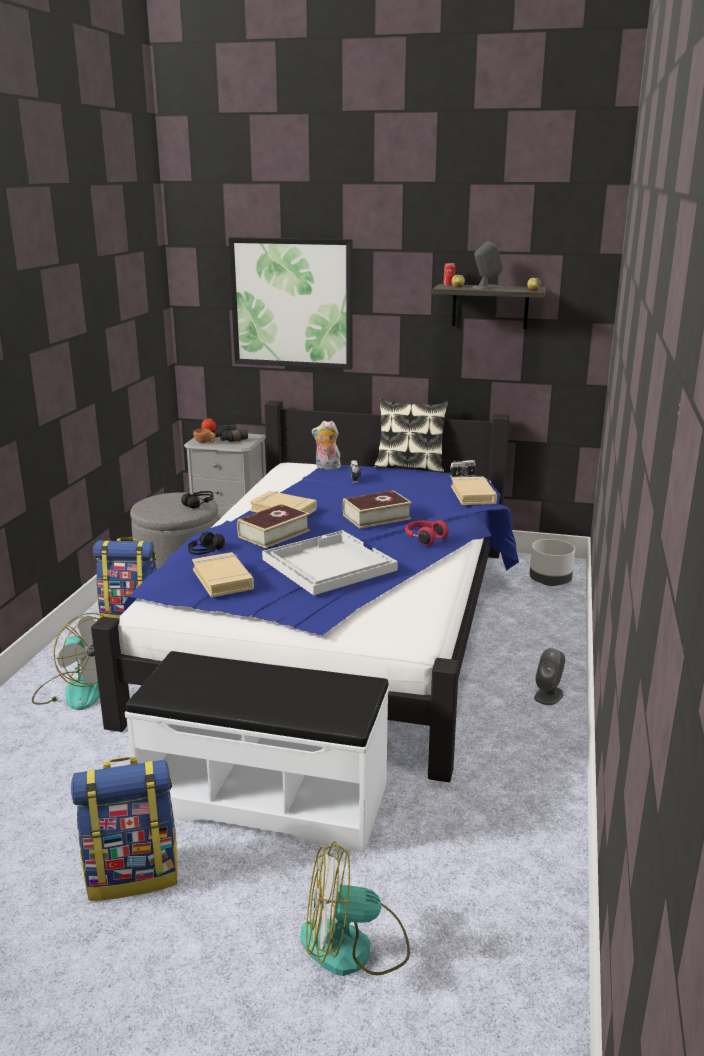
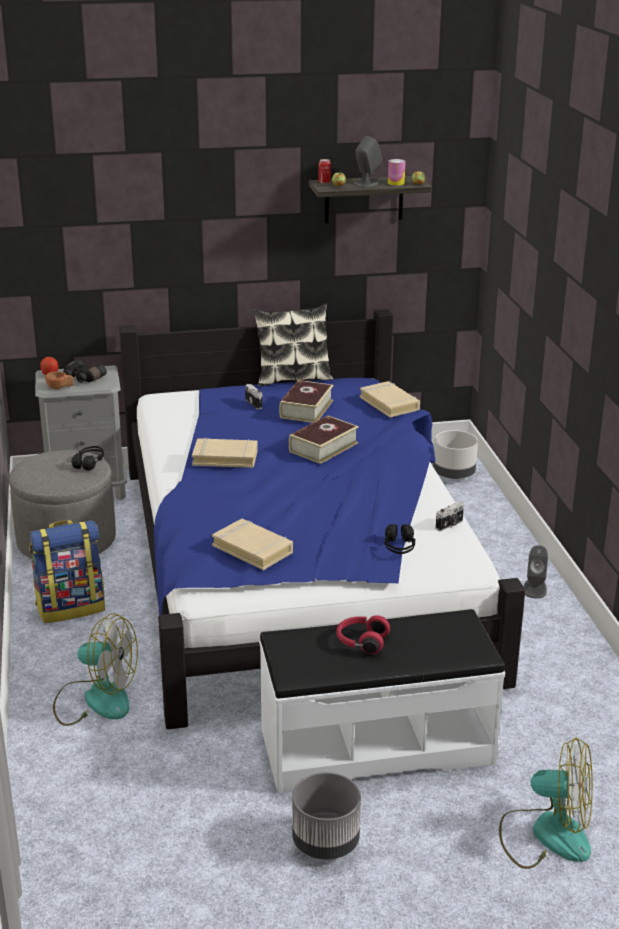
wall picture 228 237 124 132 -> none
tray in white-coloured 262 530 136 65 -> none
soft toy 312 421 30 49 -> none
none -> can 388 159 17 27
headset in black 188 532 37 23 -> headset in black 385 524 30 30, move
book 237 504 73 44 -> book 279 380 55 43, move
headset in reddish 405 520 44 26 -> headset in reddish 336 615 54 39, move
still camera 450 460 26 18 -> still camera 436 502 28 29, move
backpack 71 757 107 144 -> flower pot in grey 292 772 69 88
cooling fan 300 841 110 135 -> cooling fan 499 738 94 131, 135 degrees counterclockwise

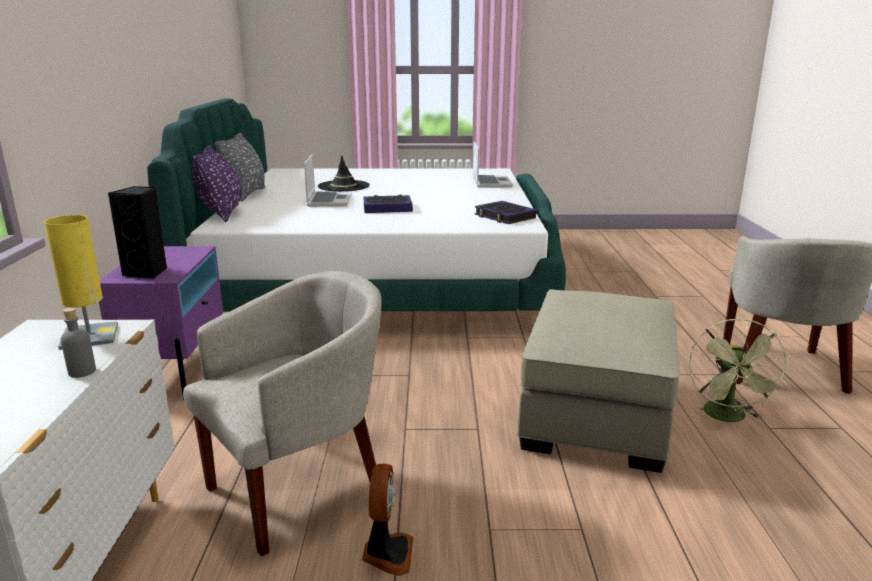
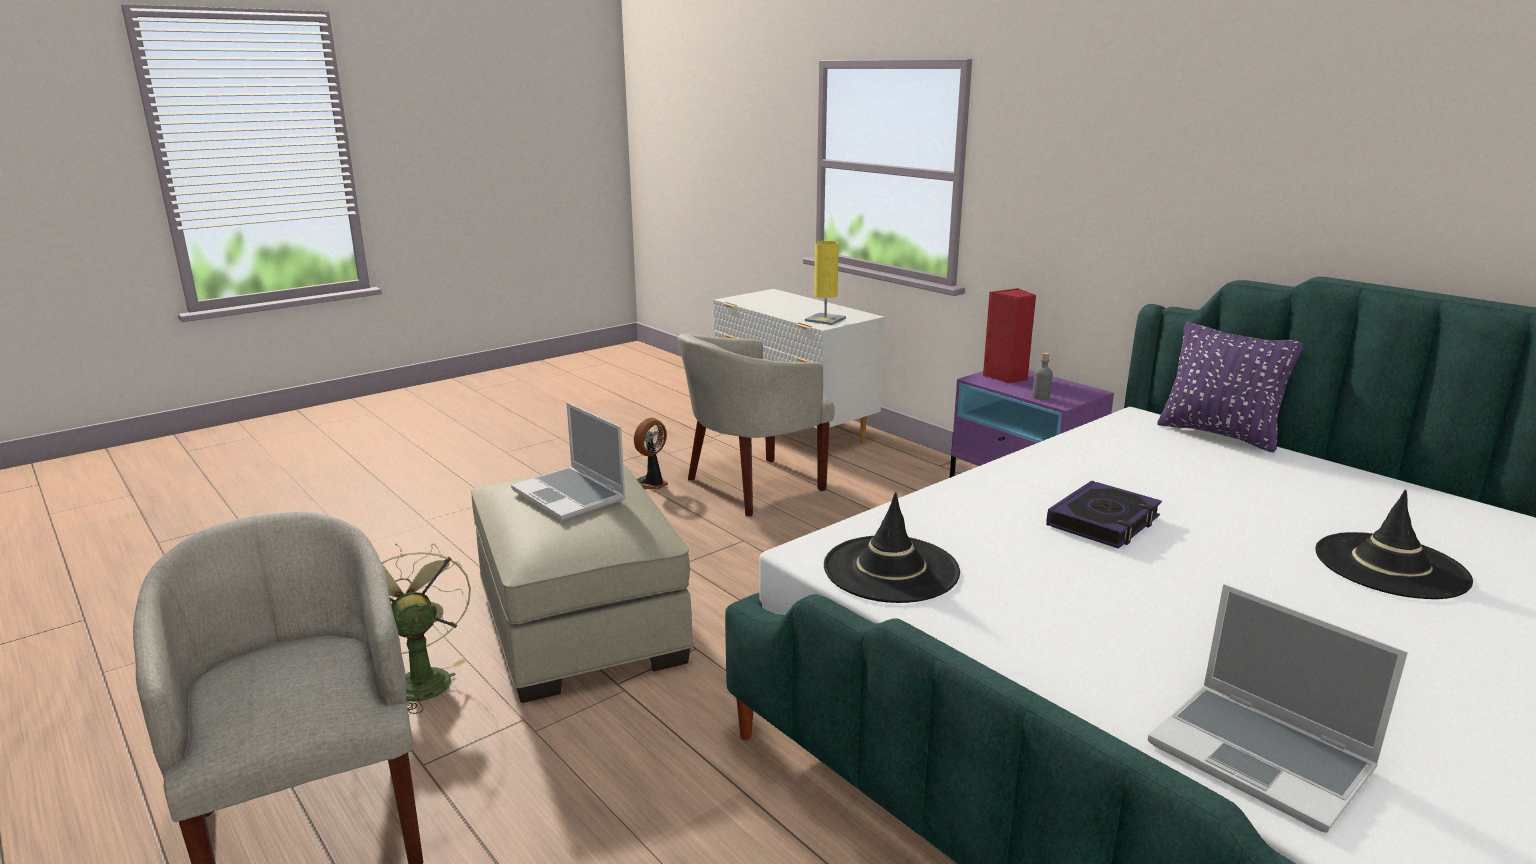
cushion in grey 215 133 50 69 -> none
drink bottle in grey 61 308 35 70 -> drink bottle in grey 1032 352 21 48, move
notebook computer 304 154 48 53 -> notebook computer 511 403 115 118, move
book 475 201 61 23 -> clothing hat in black 824 492 136 111
speaker in black 108 186 59 93 -> speaker in reddish 983 288 53 96
armchair in beige 183 271 199 285 -> armchair in beige 678 333 157 183, 45 degrees clockwise
cooling fan 362 464 51 112 -> cooling fan 634 418 34 71, 75 degrees clockwise

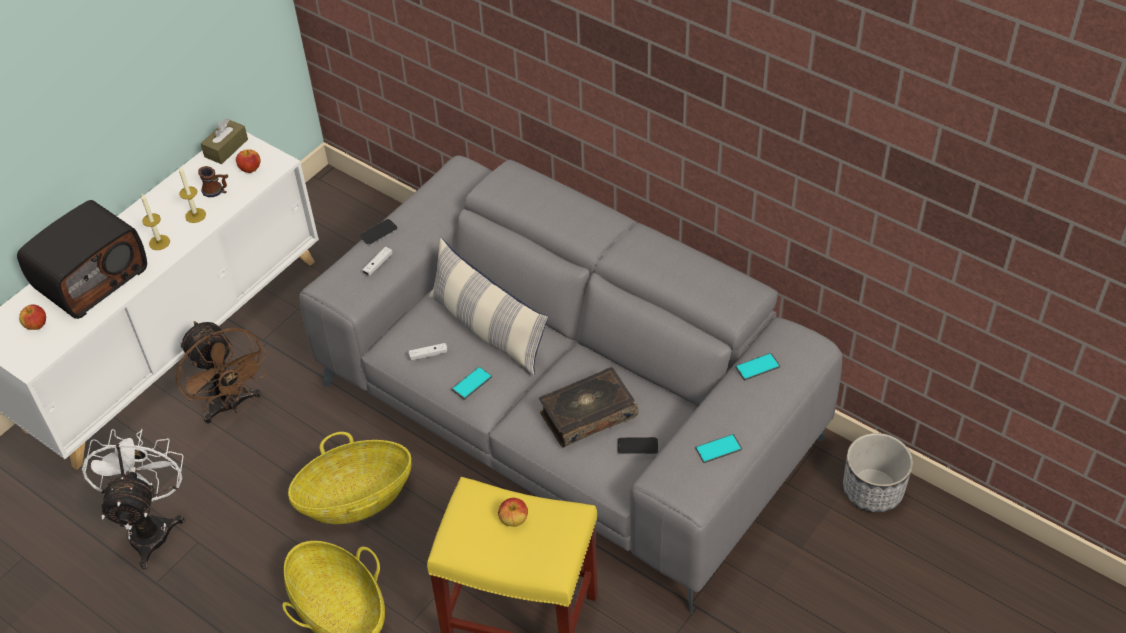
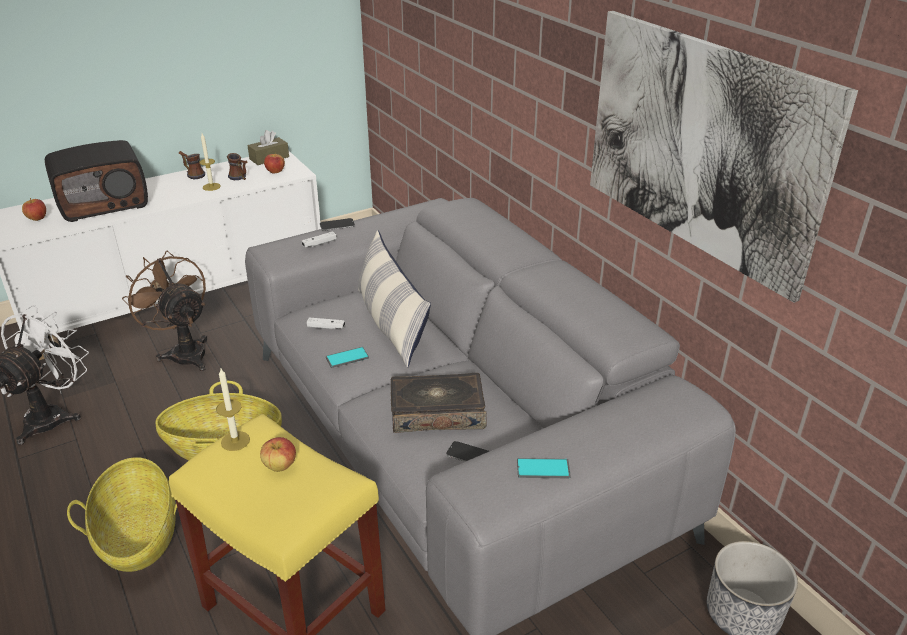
handset 736 353 44 27 -> none
none -> tea mug 179 151 26 28
none -> wall picture 590 11 268 292
wax light 141 194 29 56 -> wax light 216 369 34 82, move
cooling fan in brownish 176 321 92 103 -> cooling fan in brownish 122 251 86 120, 150 degrees clockwise

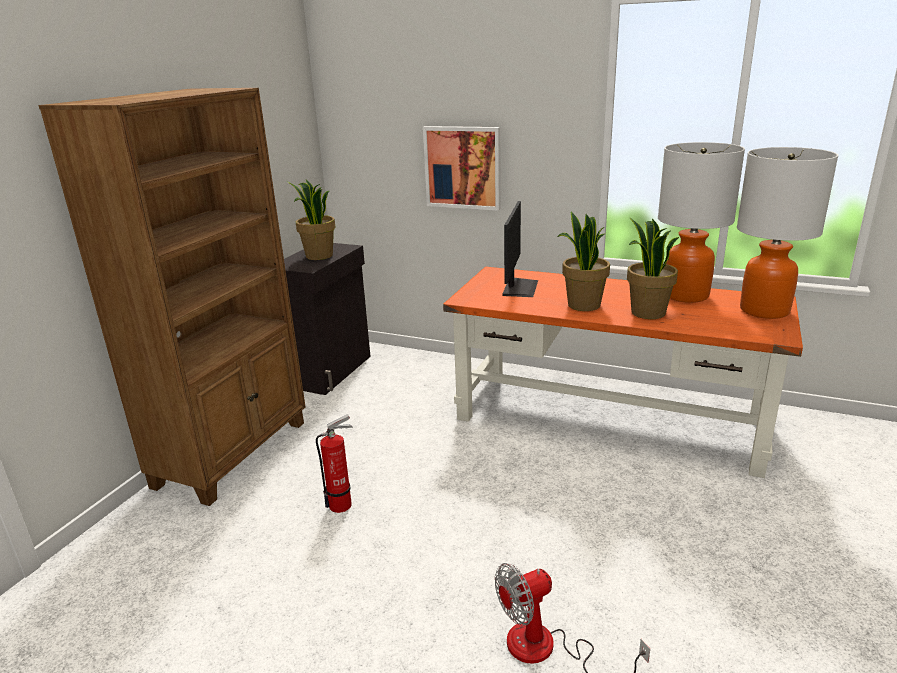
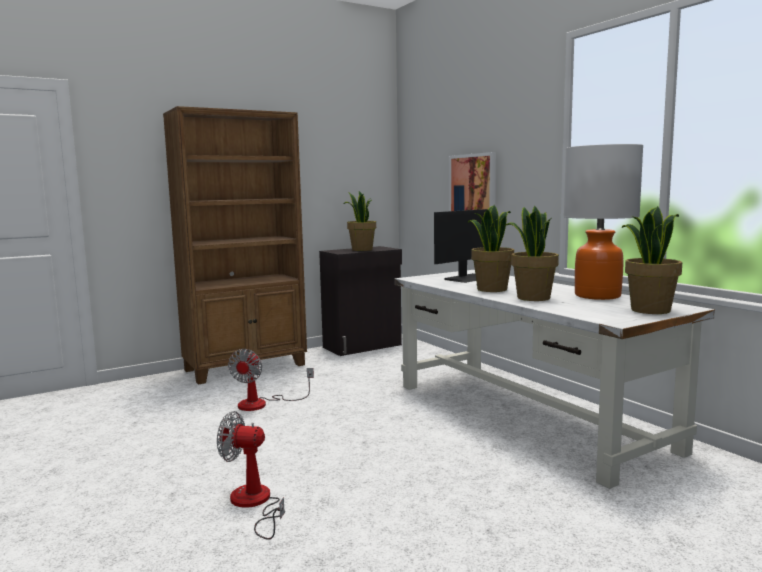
fire extinguisher 316 414 37 99 -> cooling fan 228 349 86 62
lamp for a table 737 147 101 172 -> potted plant 621 206 61 108
desk unit in orange-coloured 443 267 360 211 -> desk unit in white-coloured 395 270 320 219

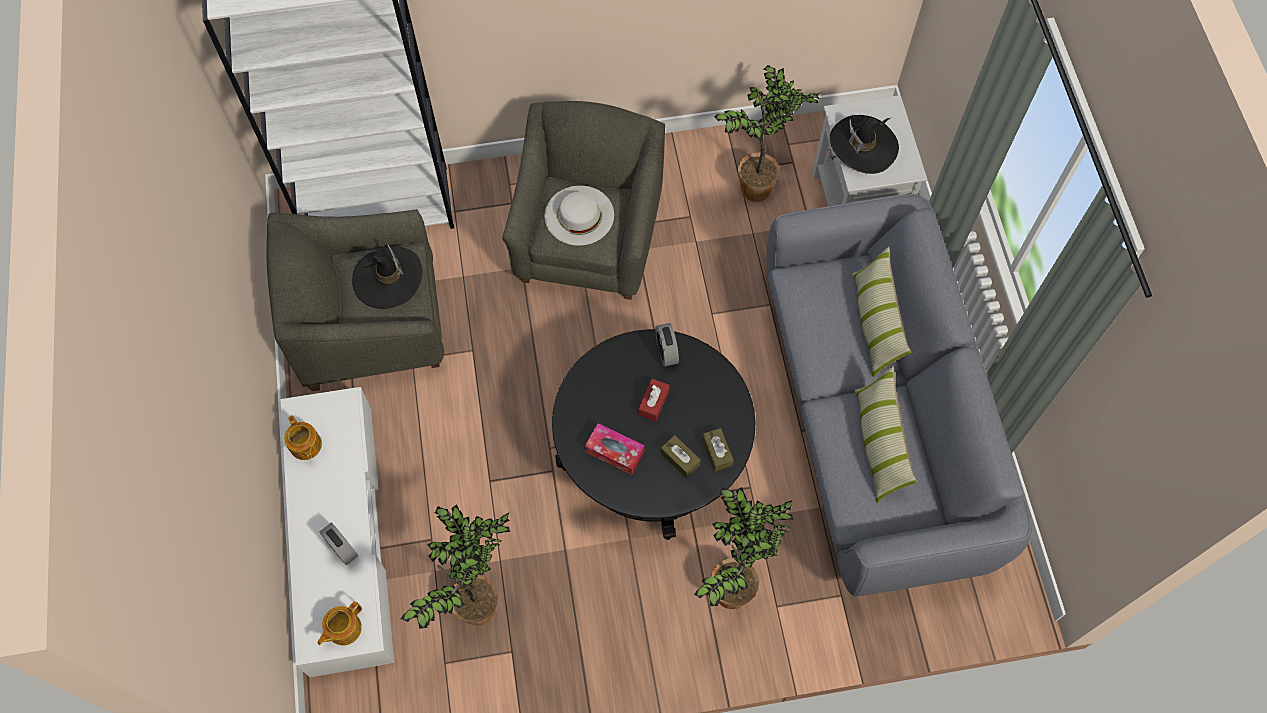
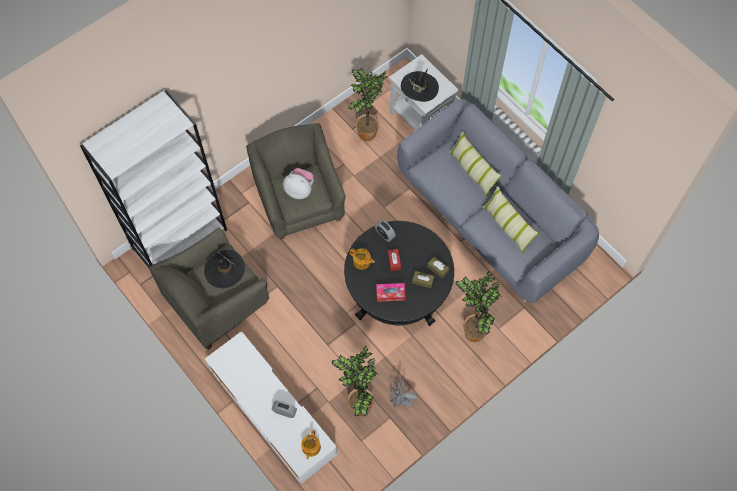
none -> cooling fan in grey 390 378 27 29
teapot 284 415 38 45 -> teapot 350 248 25 22, move
clothing hat in white-coloured 544 186 70 60 -> soft toy 283 168 31 31

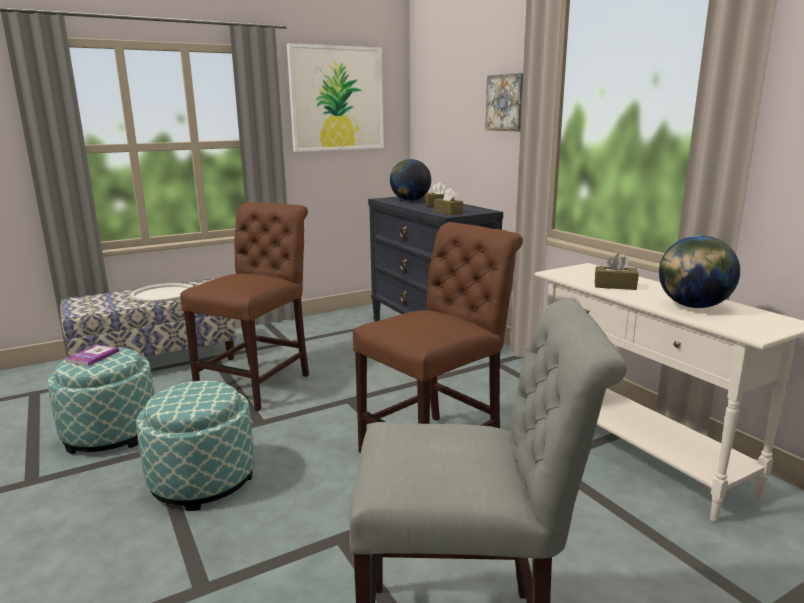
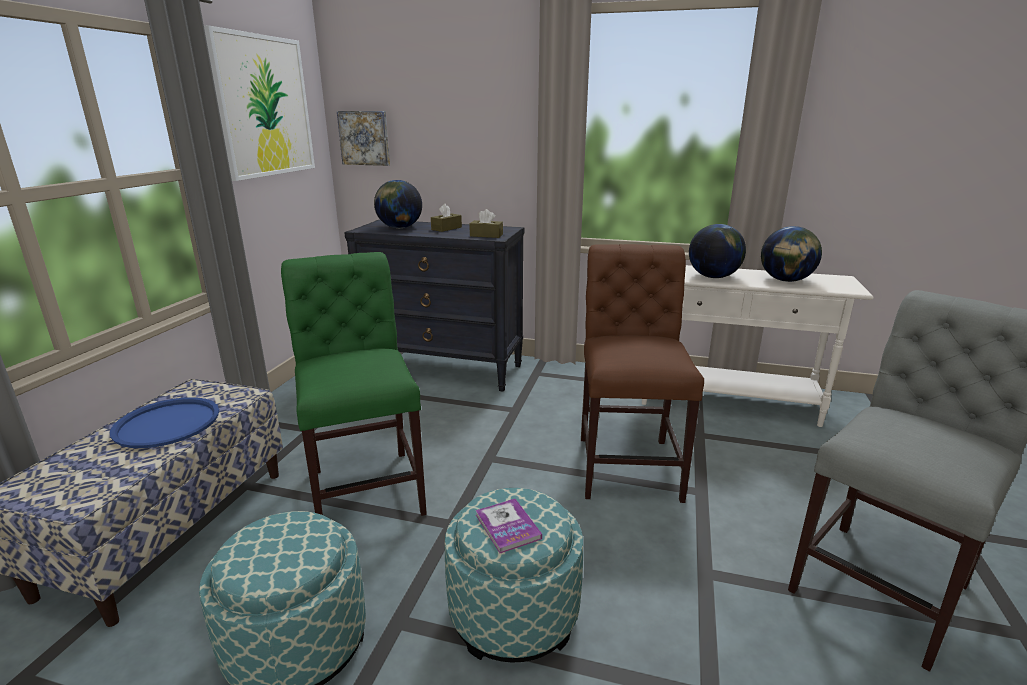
book 65 345 54 21 -> book 476 499 66 54, move
wall picture 485 73 38 58 -> wall picture 337 111 53 55, move
tissue box in brownish 595 254 44 36 -> desk globe 689 224 57 54
tray in white-coloured 130 283 63 19 -> tray in blue 110 397 109 51
chair in brownish 180 202 129 209 -> chair in green 281 252 146 264

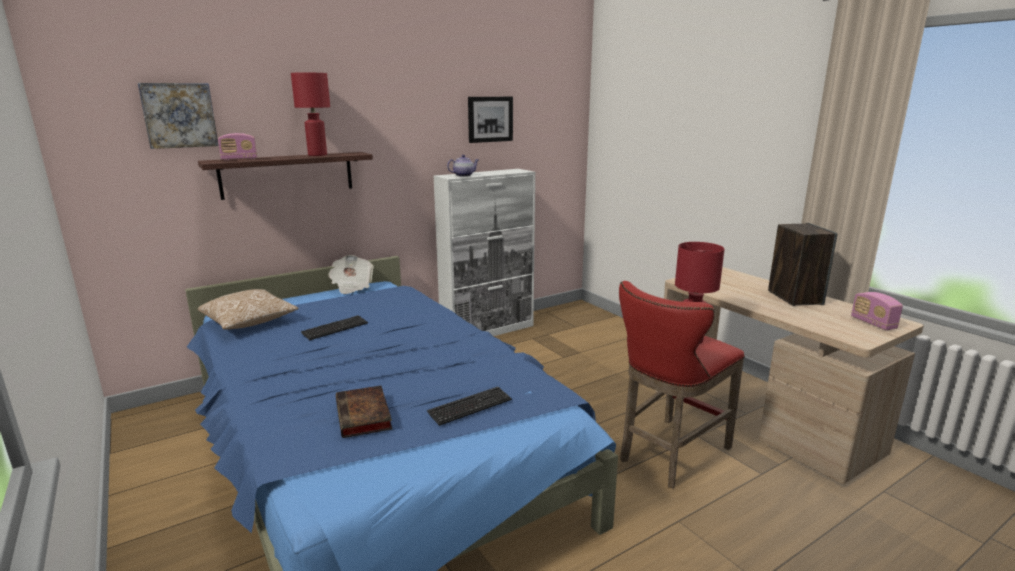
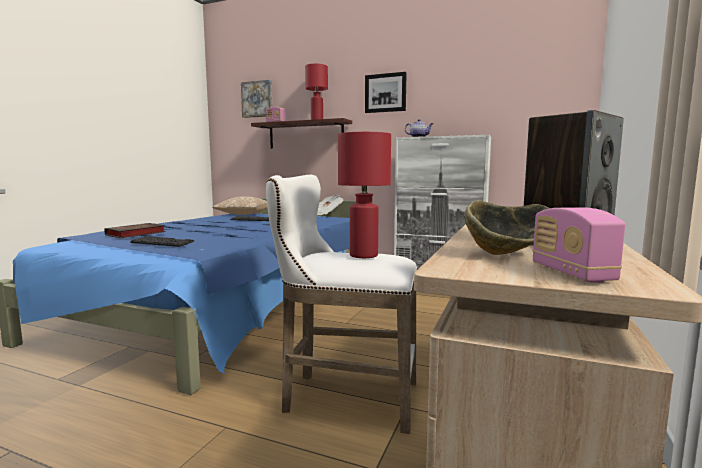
none -> serving bowl 465 200 84 55
wall picture 468 97 45 46 -> wall picture 365 72 42 41, move
sitting stool in reddish 619 281 126 208 -> sitting stool in white-coloured 266 175 152 259
radio set 851 292 52 38 -> radio set 533 207 92 76, 45 degrees counterclockwise

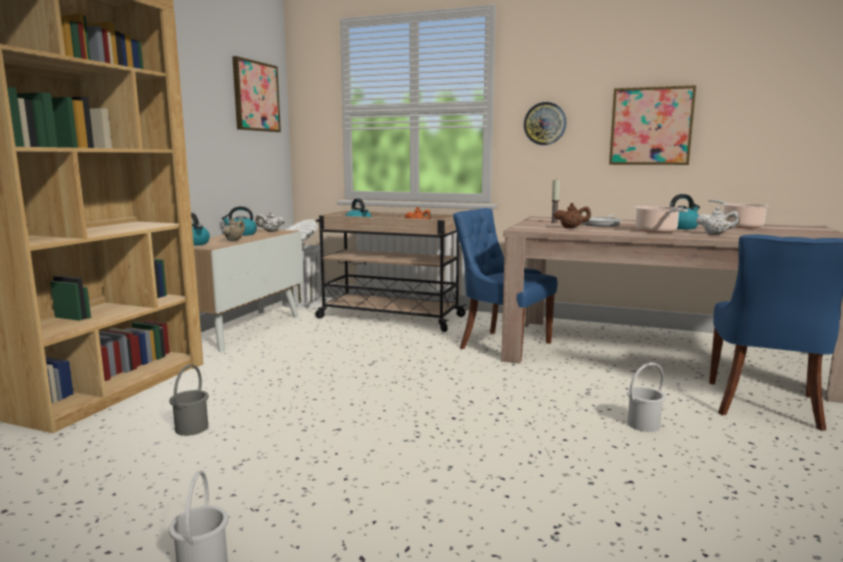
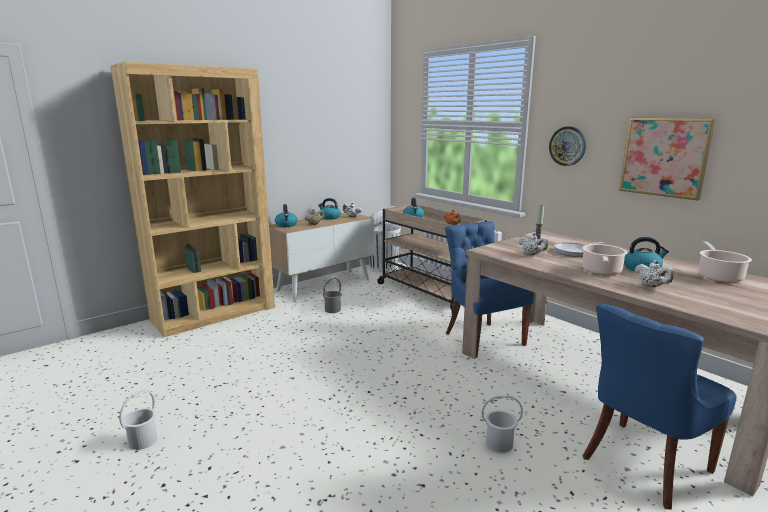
wall picture 232 56 49 76 -> none
pail in grey 169 364 40 72 -> pail in grey 323 278 19 35, move
teapot in brownish 554 203 37 25 -> teapot in white-coloured 518 232 30 23

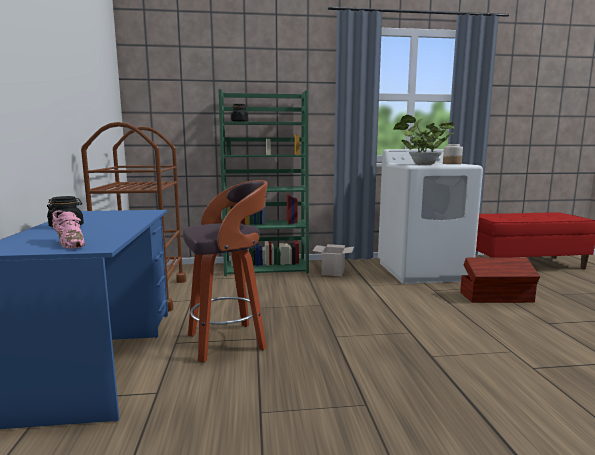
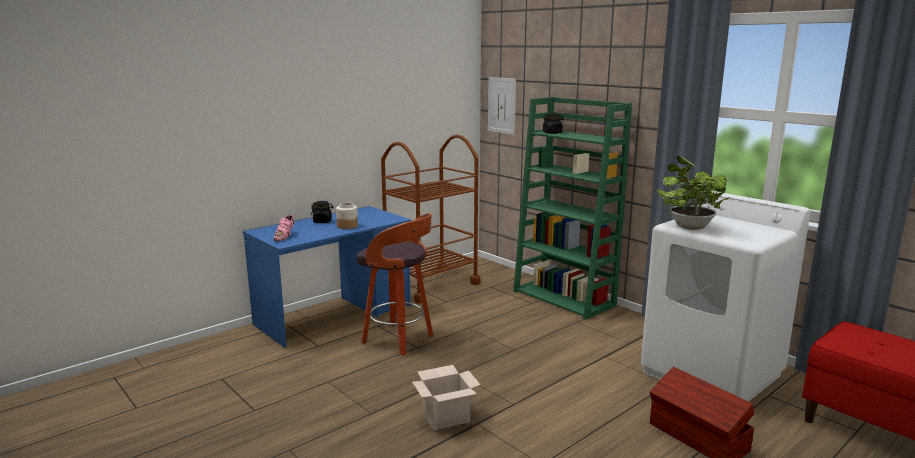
none -> wall picture 488 77 28 58
packing box 312 244 42 32 -> packing box 412 365 68 65, move
storage jar 443 144 20 20 -> storage jar 336 203 22 26, move

